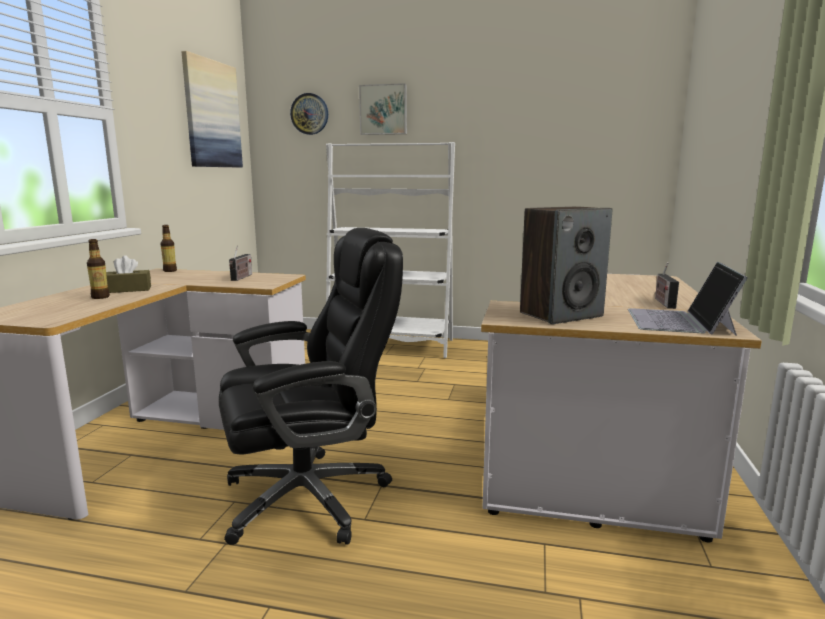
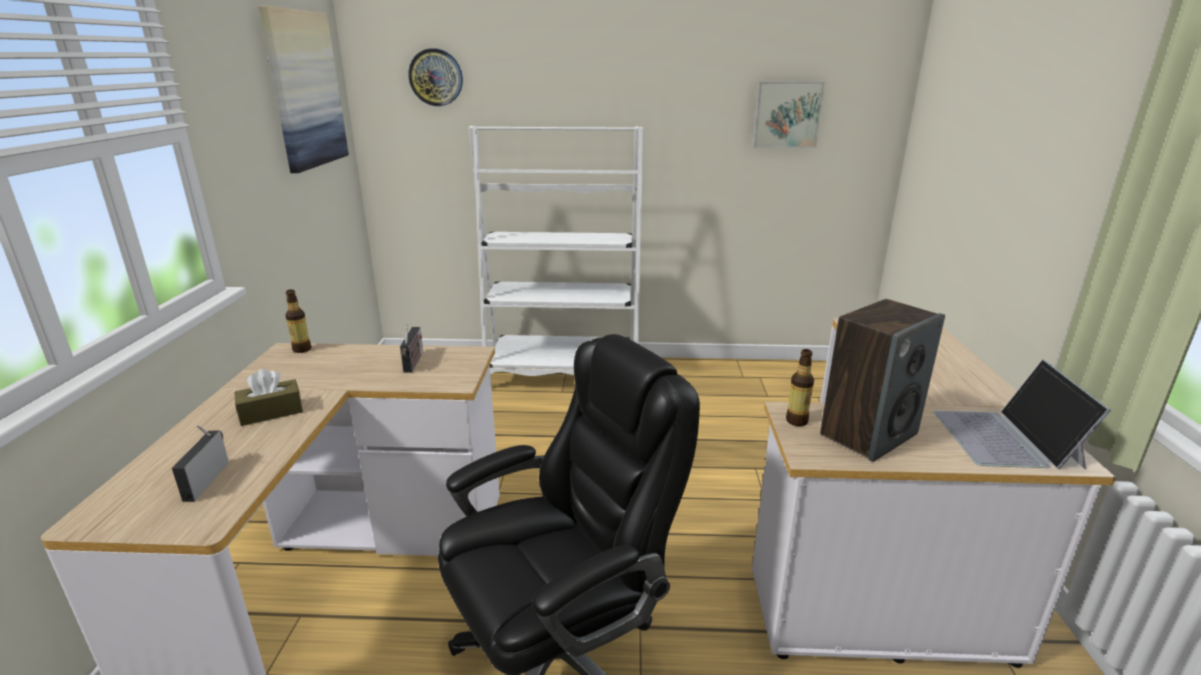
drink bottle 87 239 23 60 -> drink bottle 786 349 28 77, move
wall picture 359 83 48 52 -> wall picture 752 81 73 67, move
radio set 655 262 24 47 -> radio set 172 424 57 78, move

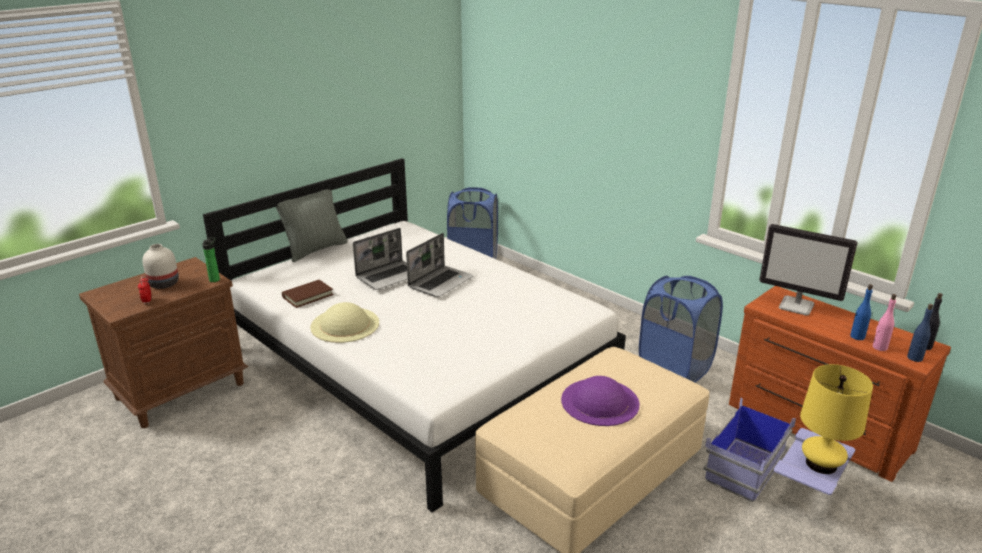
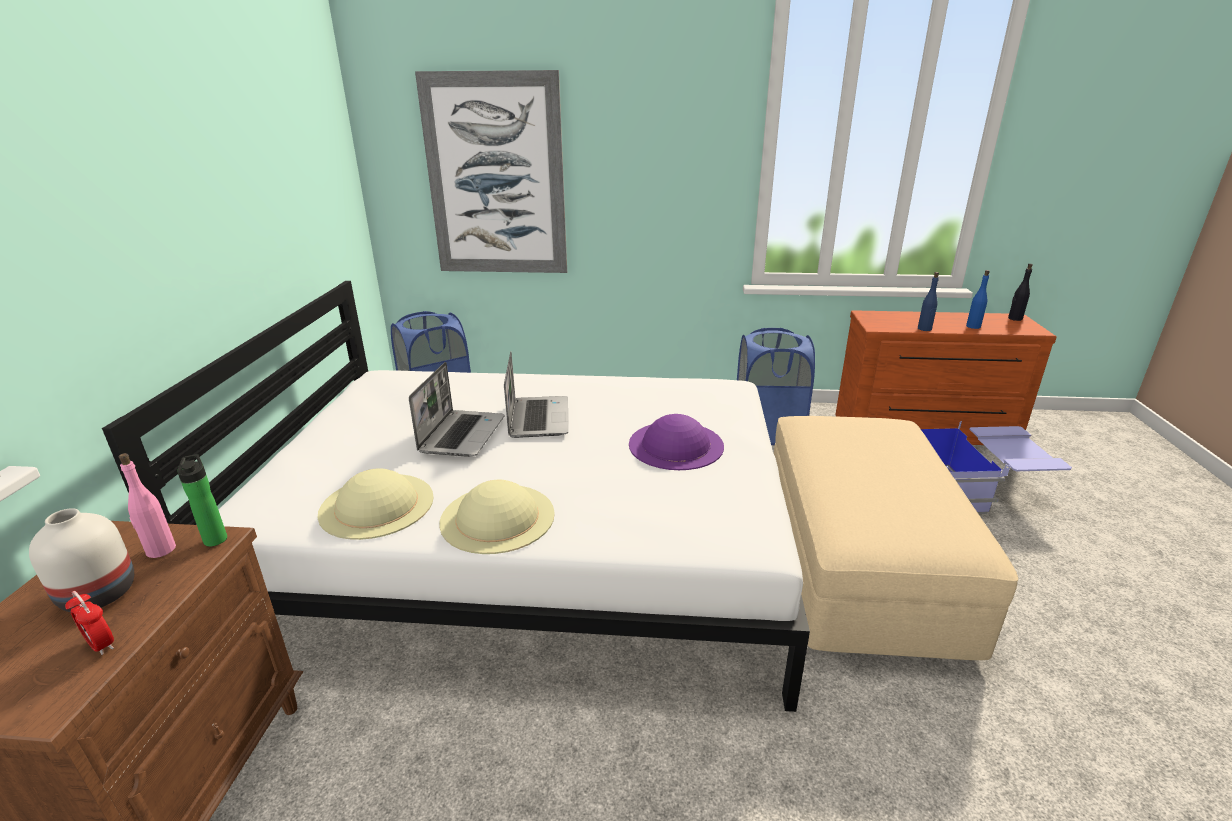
cushion in grey 276 189 72 73 -> none
monitor 759 224 99 92 -> none
lamp for a table in yellow 800 364 73 110 -> none
none -> wall picture 415 70 152 203
clothing hat in purple-coloured 561 376 79 50 -> clothing hat in purple-coloured 629 414 95 56, move
drink bottle in pink-coloured 873 294 24 57 -> drink bottle in pink-coloured 119 453 57 105, move
drink bottle in blue 907 304 26 58 -> drink bottle in blue 918 272 21 59, move
book in brownish 282 280 52 28 -> clothing hat in beige 317 468 117 72

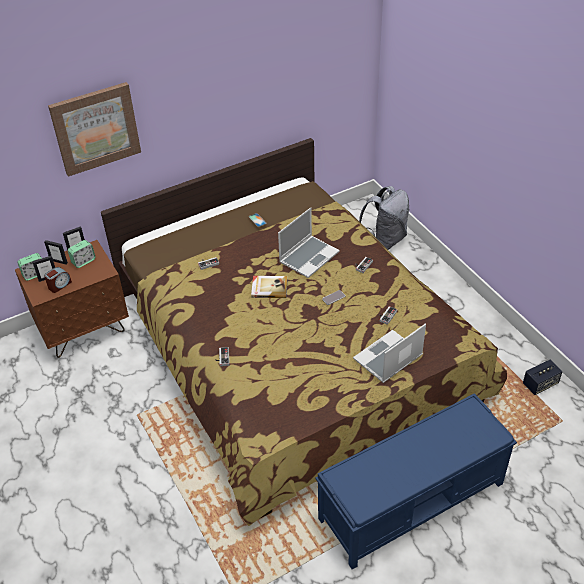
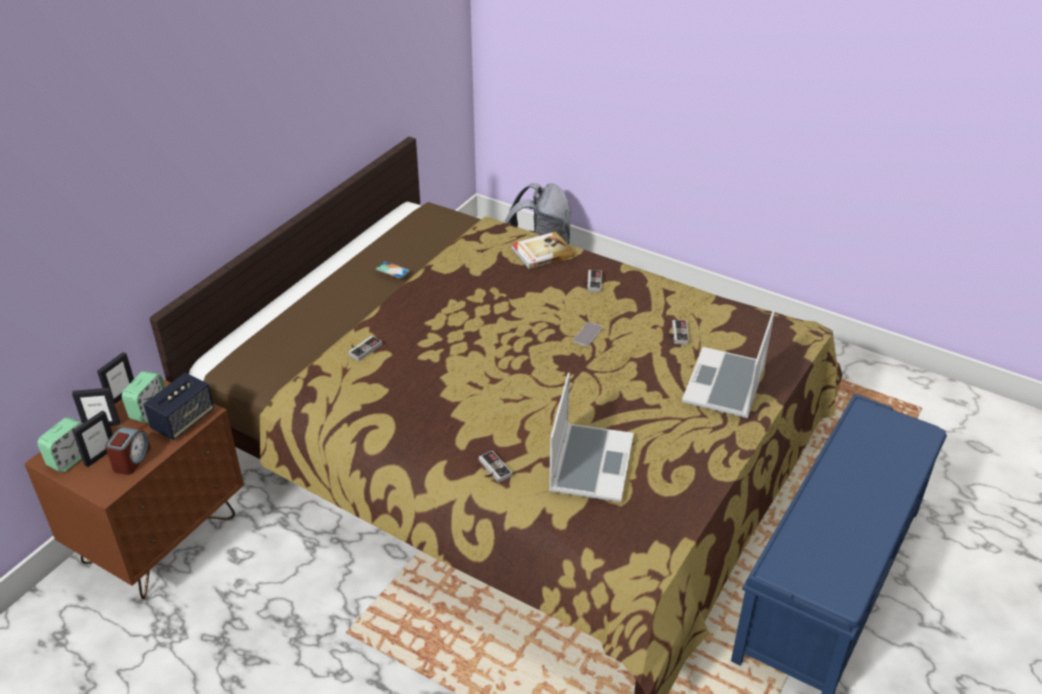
wall picture 48 82 93 95 -> none
book 251 276 37 22 -> book 512 231 63 38, move
notebook computer 278 207 61 71 -> notebook computer 549 373 85 129, move
speaker 523 360 40 35 -> speaker 143 373 71 67, move

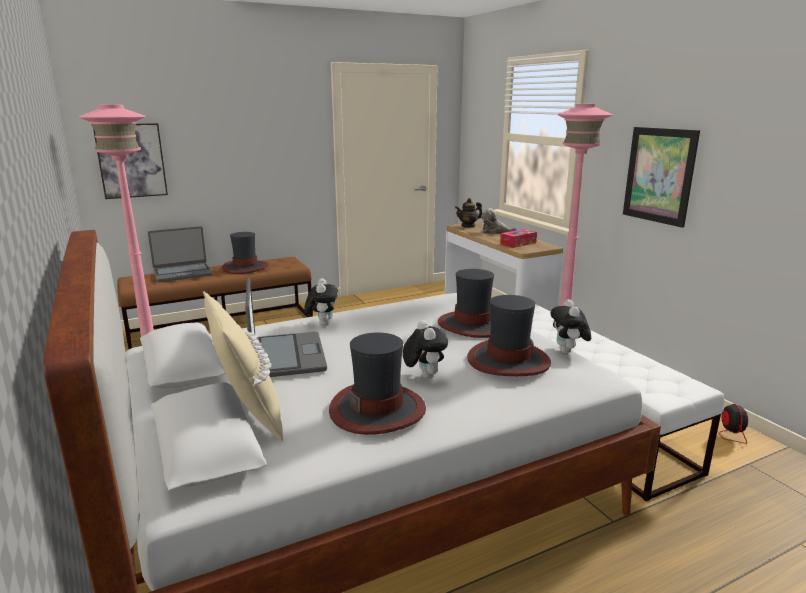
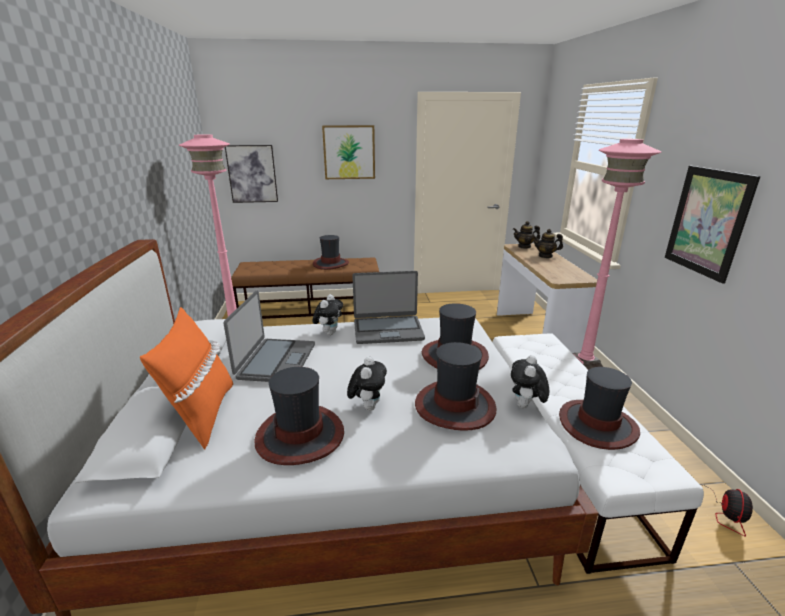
tissue box 500 229 37 19 -> none
none -> wall picture 322 125 53 54
none -> clothing hat 559 367 81 83
notebook computer 148 226 65 56 -> notebook computer 352 271 73 73, move
soft toy 481 208 36 26 -> teapot 533 229 30 29
cushion in beige 203 291 80 150 -> cushion in orange-coloured 140 307 93 143

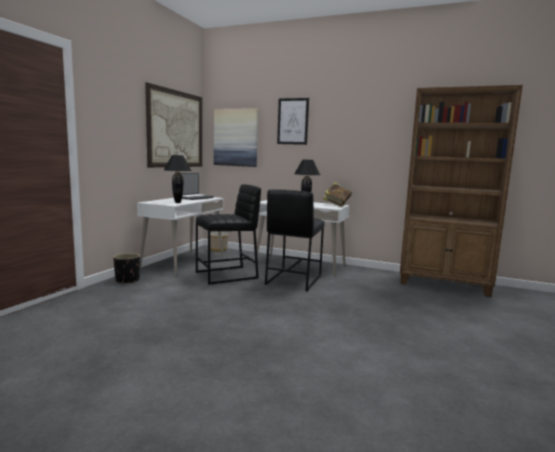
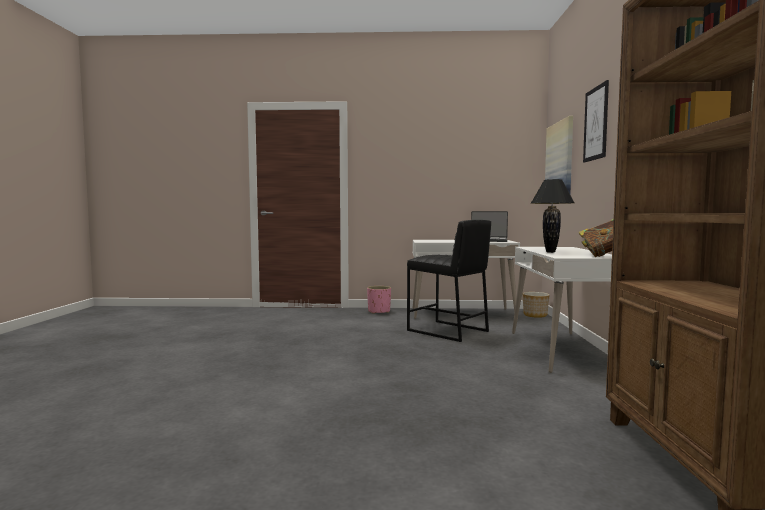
wall picture 145 83 57 85 -> none
lamp for a table in black 164 155 27 48 -> none
sitting stool in black 265 190 60 101 -> none
flower pot in black 113 253 27 31 -> flower pot in pink-coloured 367 286 24 28

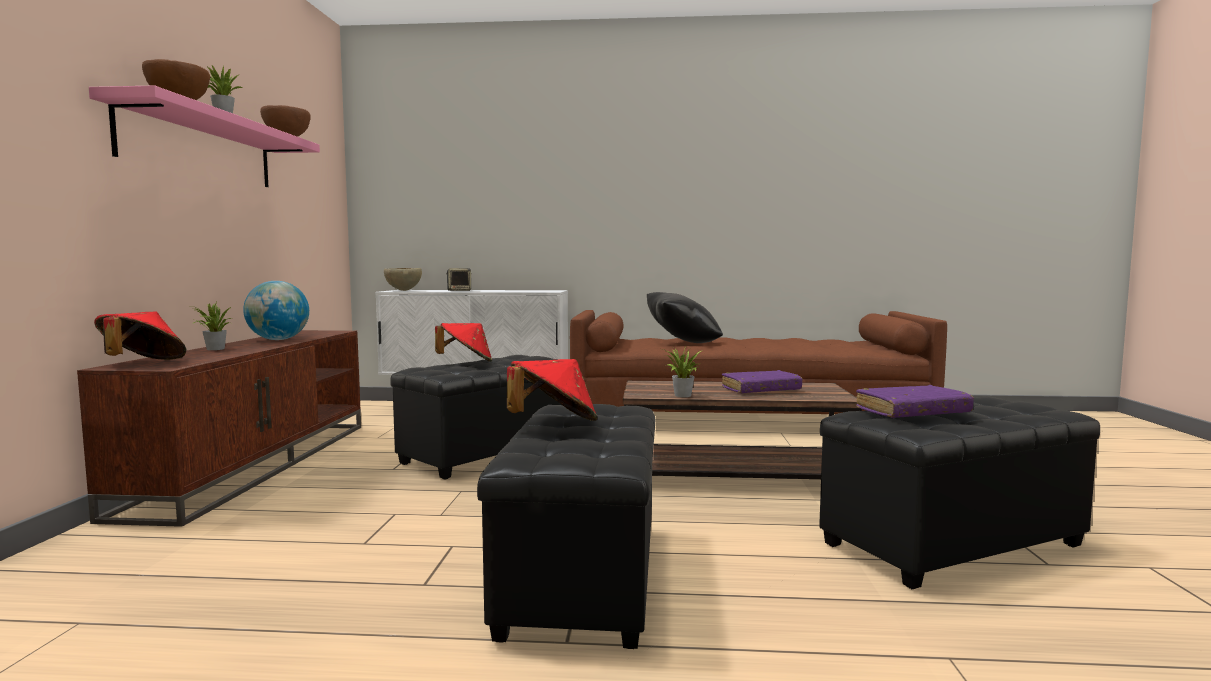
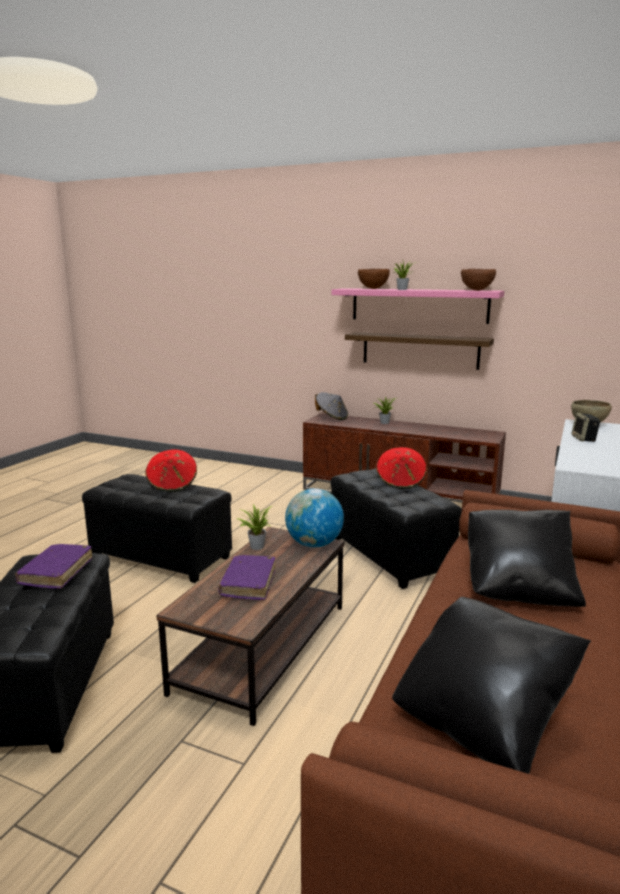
none -> wall shelf 345 332 149 38
none -> cushion in black 392 597 199 177
desk globe 243 281 66 59 -> desk globe 285 488 59 59, move
clothing hat in reddish 94 312 92 48 -> clothing hat in grey 315 392 33 28

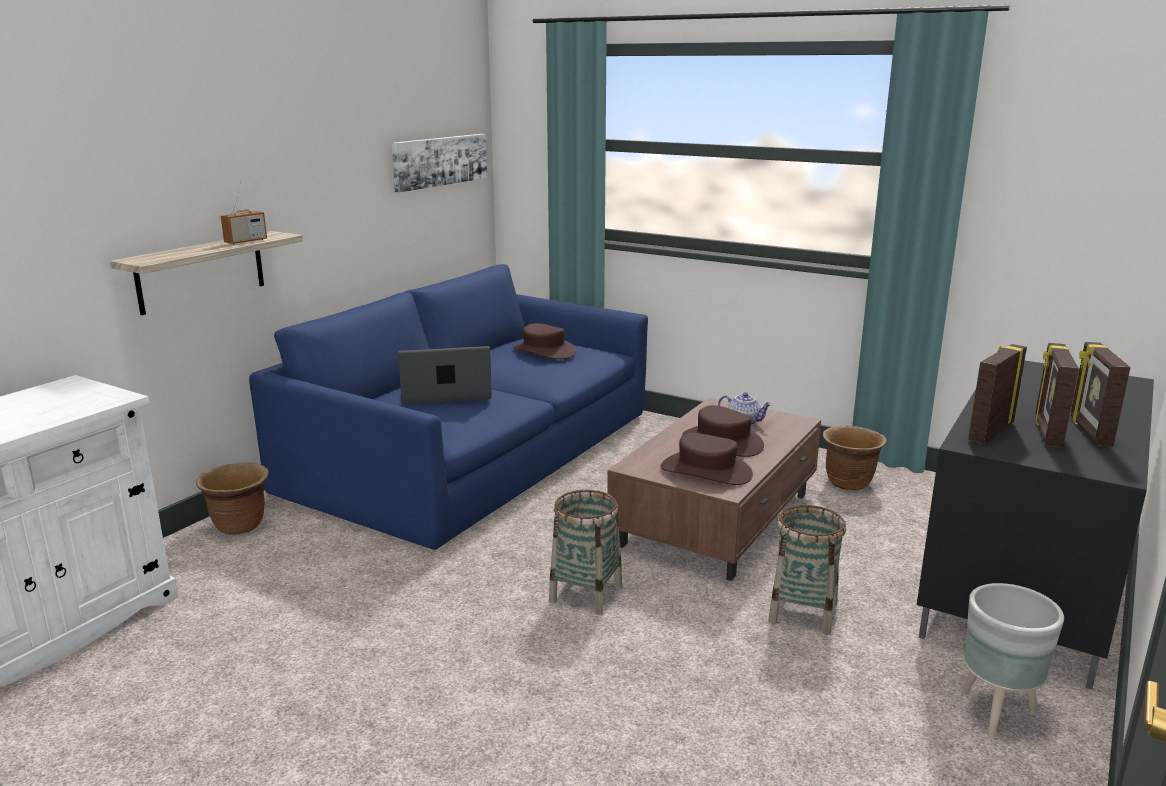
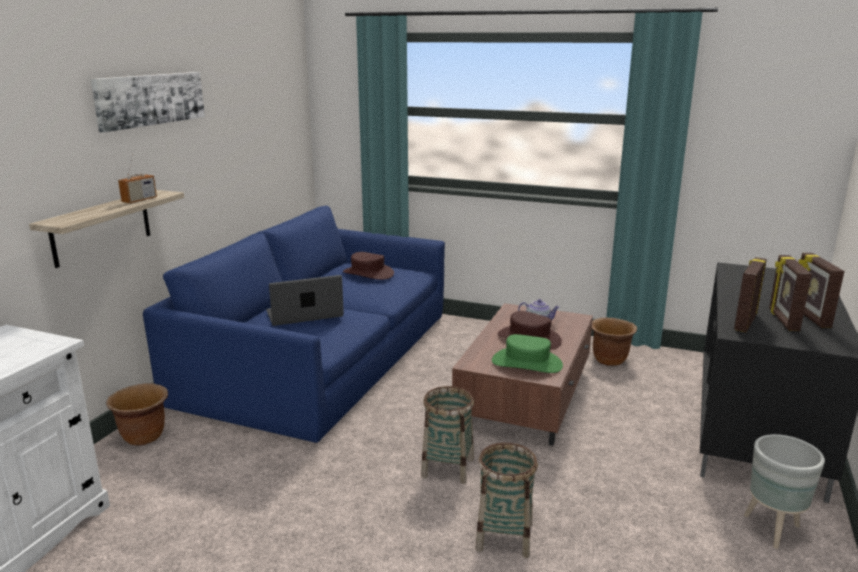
wall picture 391 134 96 59 -> wall picture 91 72 114 60, move
basket 768 505 78 130 -> basket 475 443 63 115, move
clothing hat in brownish 661 433 92 52 -> clothing hat in green 492 334 71 39

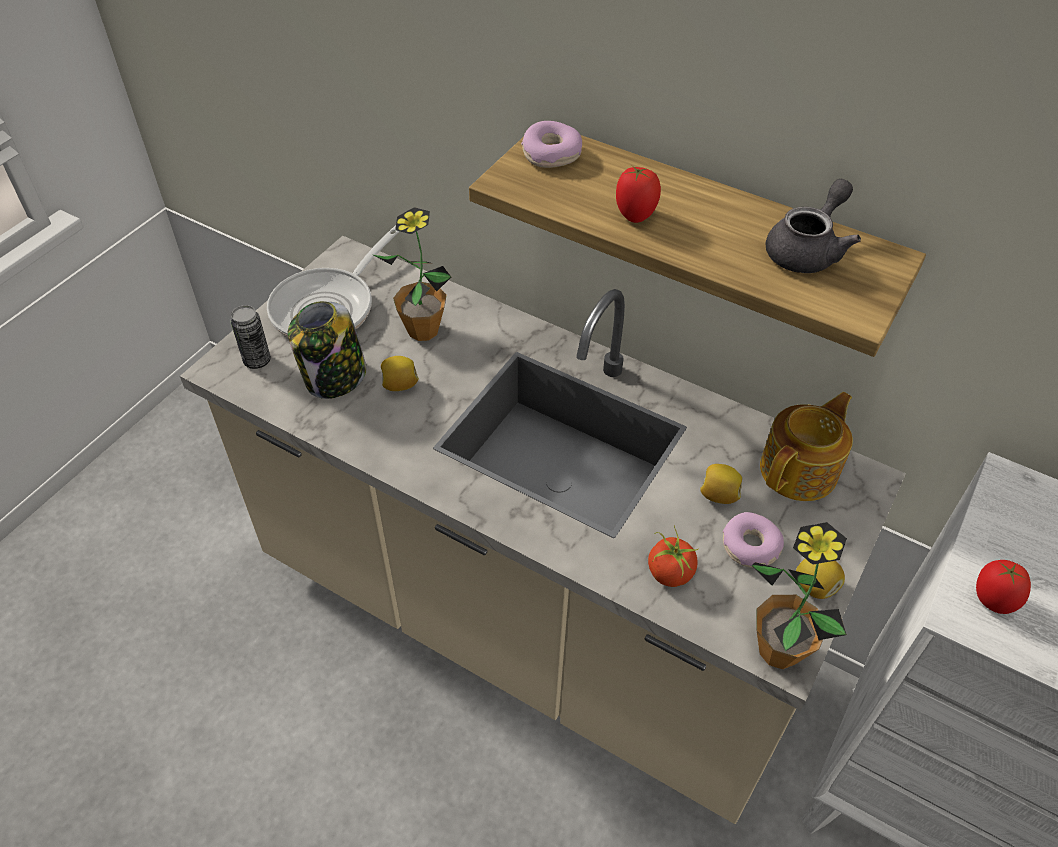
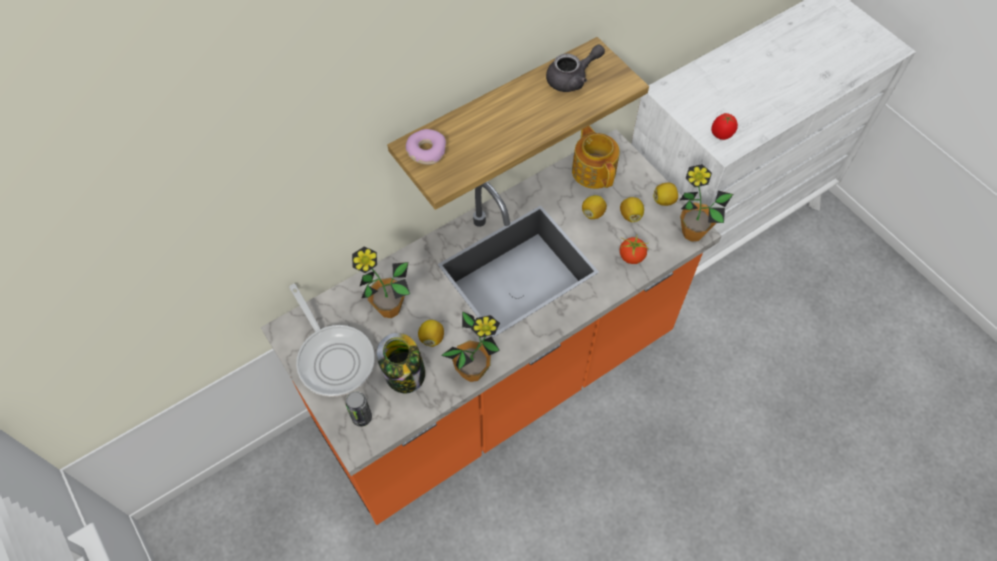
fresh tomato 616 166 45 57 -> none
none -> potted plant 441 311 59 71
doughnut 723 512 61 56 -> whole lemon 620 197 24 25
kitchen counter in beige 180 236 726 588 -> kitchen counter in orange-coloured 261 129 460 396
teapot in grey 766 179 95 94 -> teapot in grey 546 45 59 47, 90 degrees clockwise

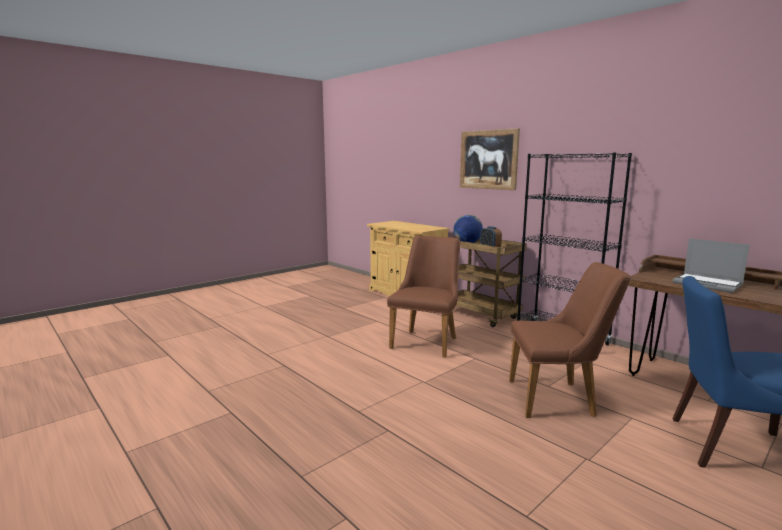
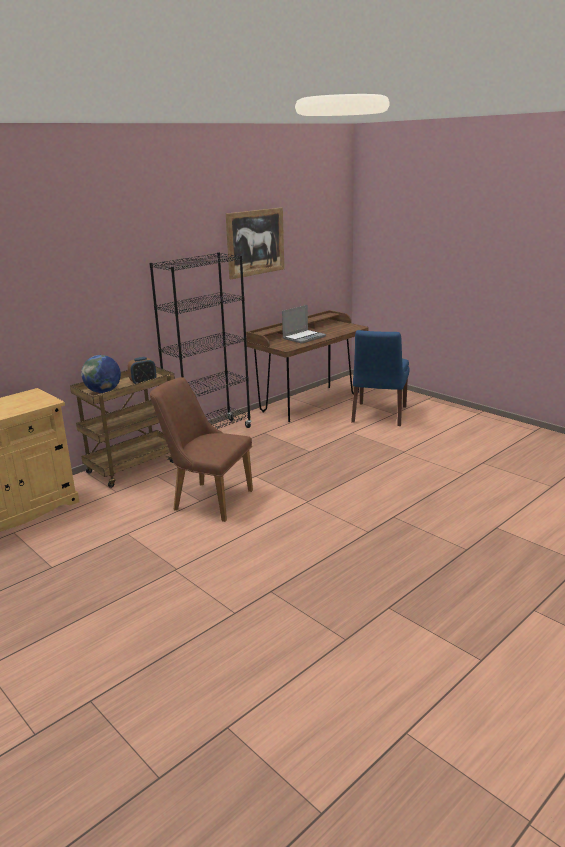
chair in brownish 509 262 122 156 -> none
wall picture 460 128 60 62 -> wall picture 226 207 58 72, move

